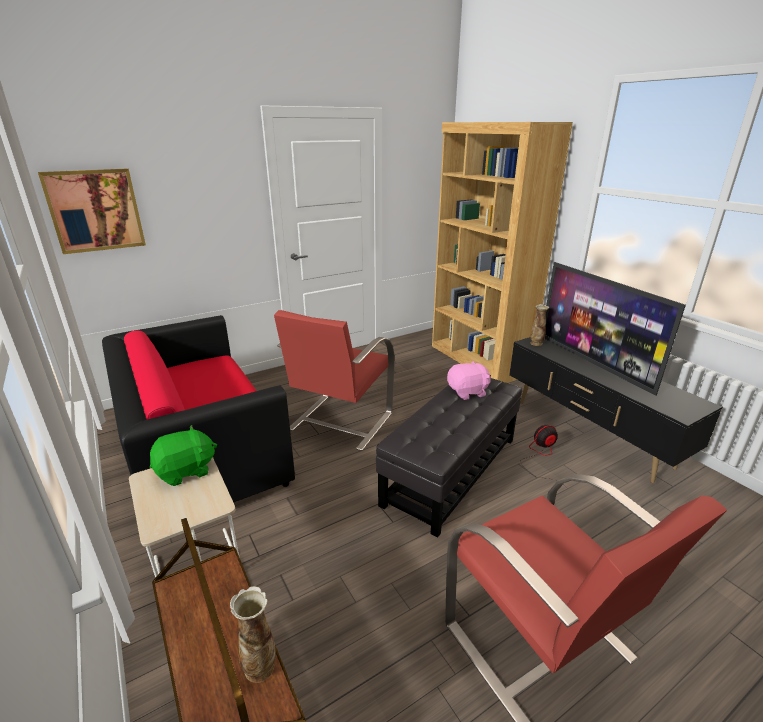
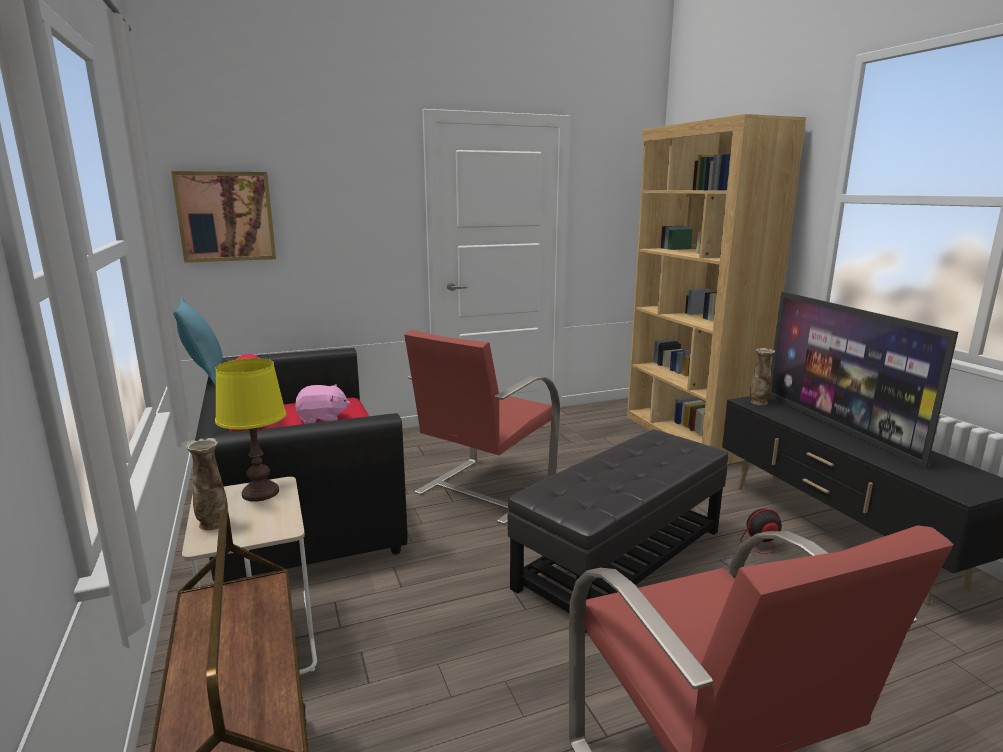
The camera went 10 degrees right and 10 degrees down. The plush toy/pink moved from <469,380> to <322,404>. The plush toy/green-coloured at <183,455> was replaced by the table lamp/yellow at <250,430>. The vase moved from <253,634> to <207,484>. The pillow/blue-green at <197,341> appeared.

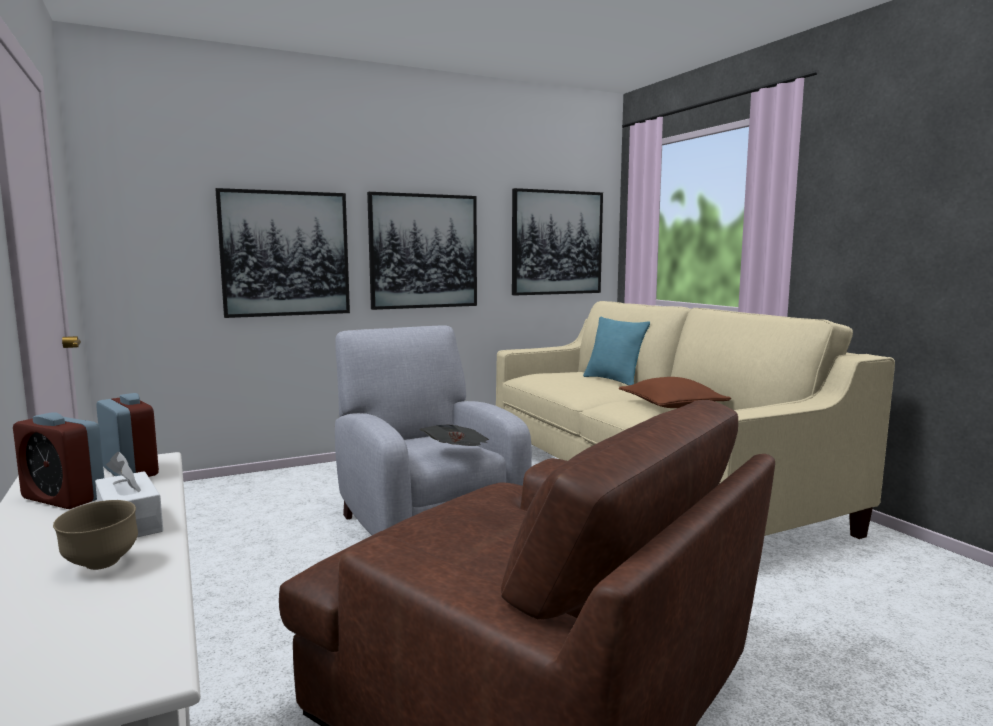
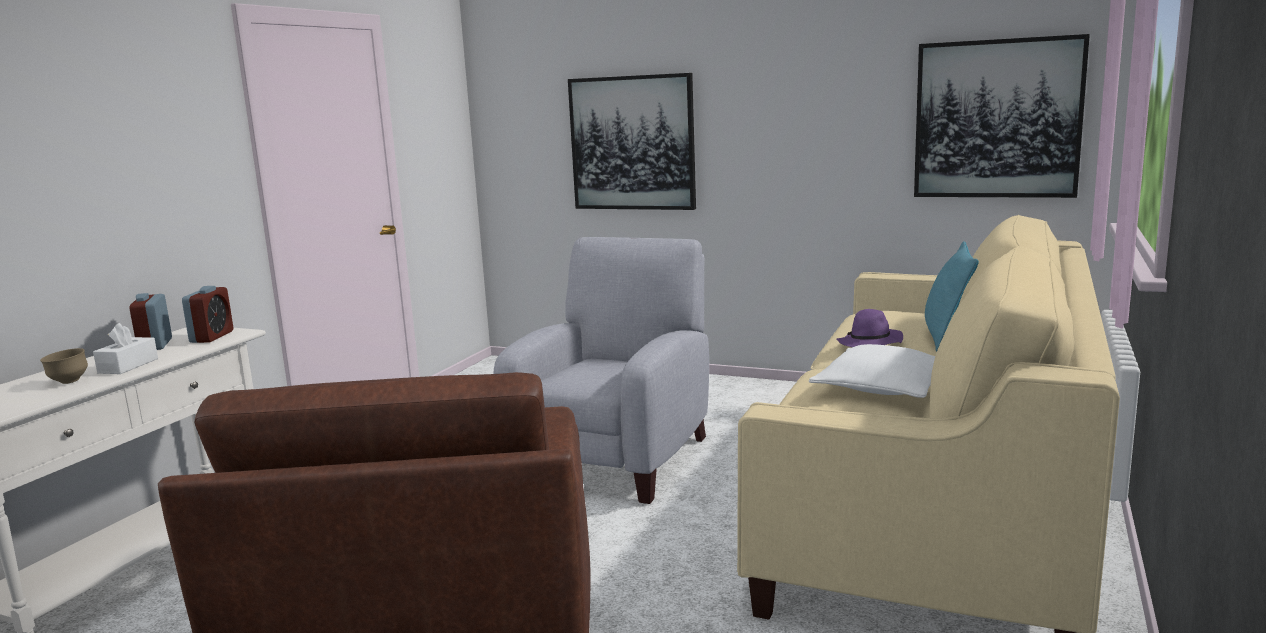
The camera went 50 degrees right and 5 degrees up. The wall picture at <422,251> disappeared. The pillow/brown-coloured at <675,392> became the pillow/white at <872,371>. The daily paper at <454,435> disappeared. The clothing hat/purple at <870,328> appeared.

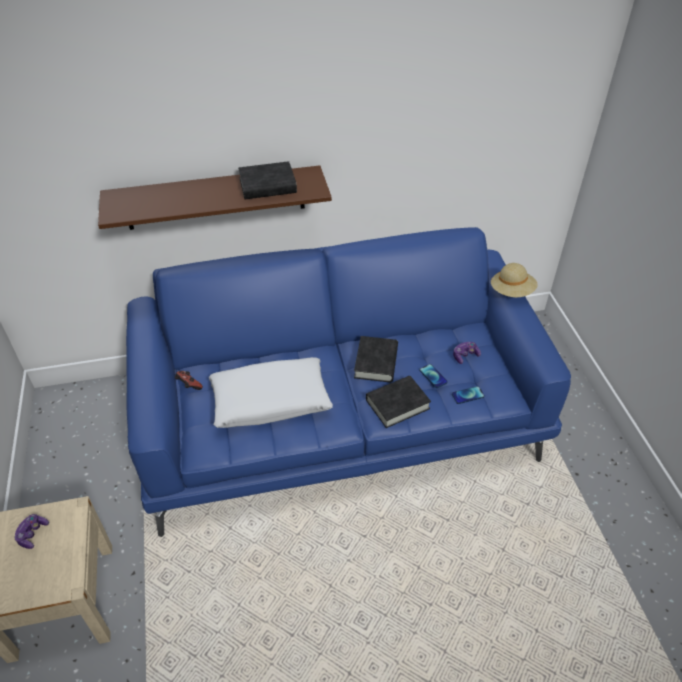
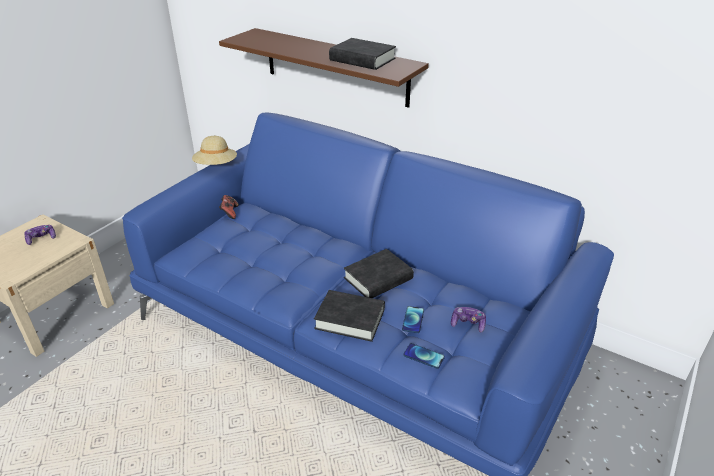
The camera went 45 degrees right and 10 degrees down. The clothing hat/beige moved from <514,280> to <214,150>. The pillow/white at <271,392> disappeared.

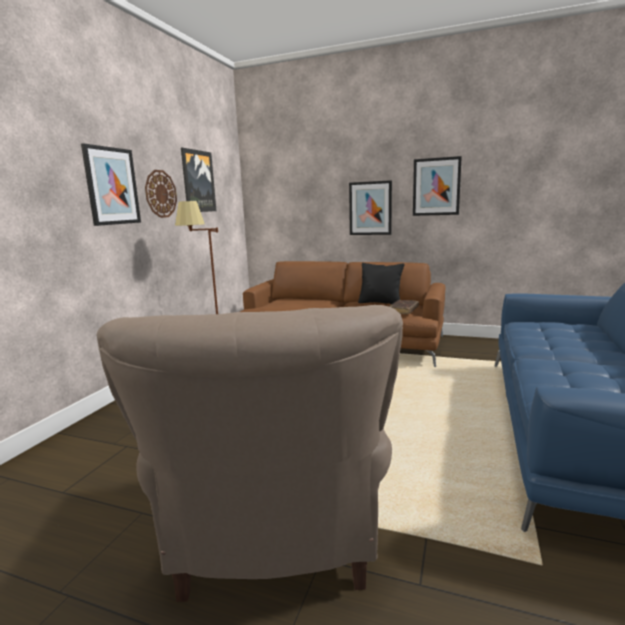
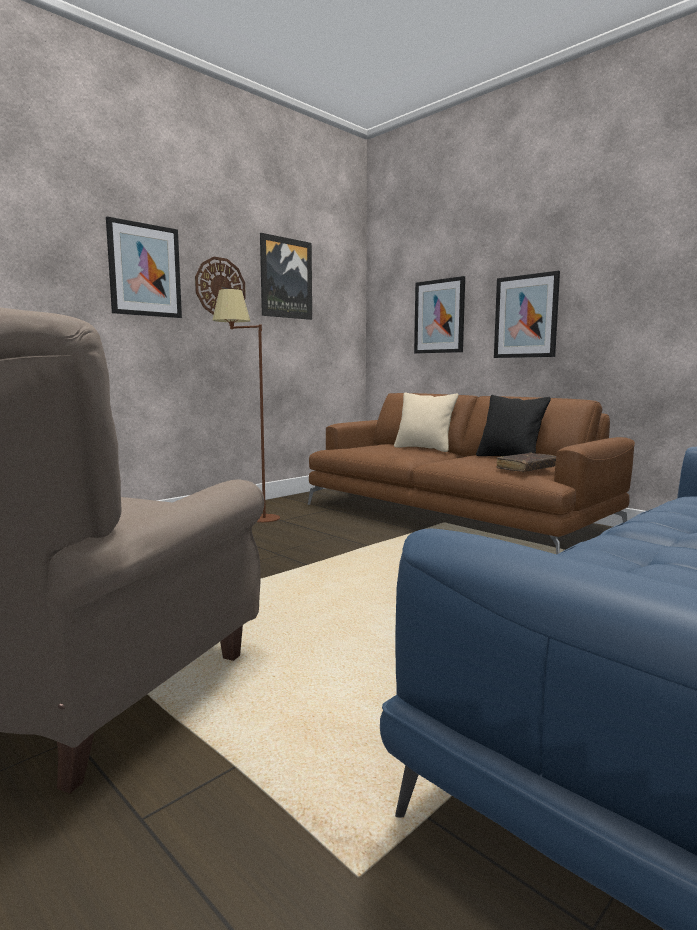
The camera went 25 degrees right and 5 degrees down. The wall picture moved from <437,186> to <439,315>. The pillow/beige at <426,422> appeared.

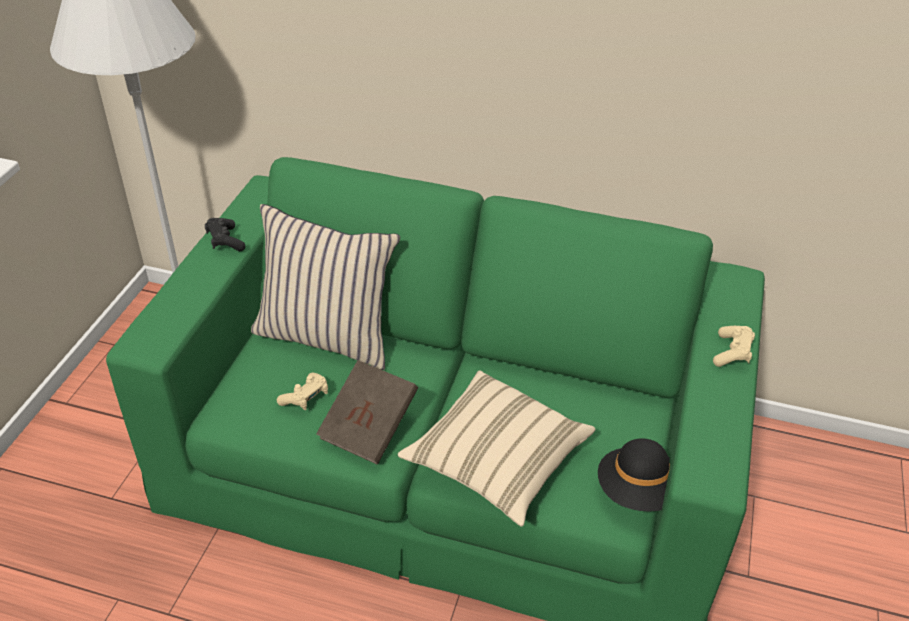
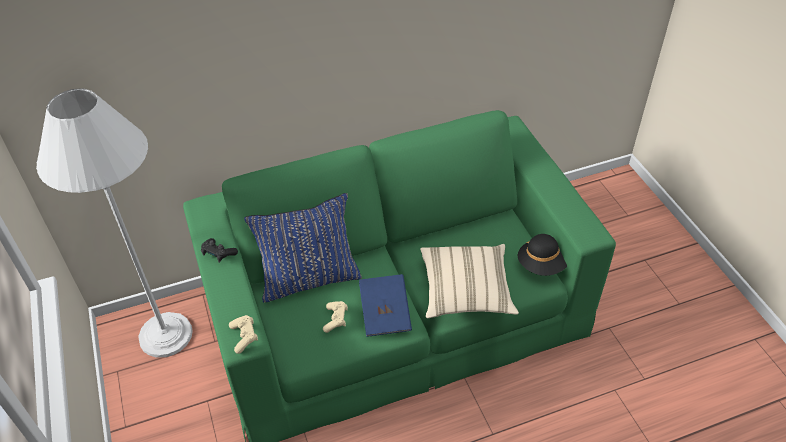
The camera went 35 degrees left and 5 degrees up. The pillow/beige at <325,287> became the pillow/blue at <303,248>. The gamepad/beige moved from <734,346> to <243,334>. The book/brown-coloured at <367,412> became the book/blue at <385,305>.

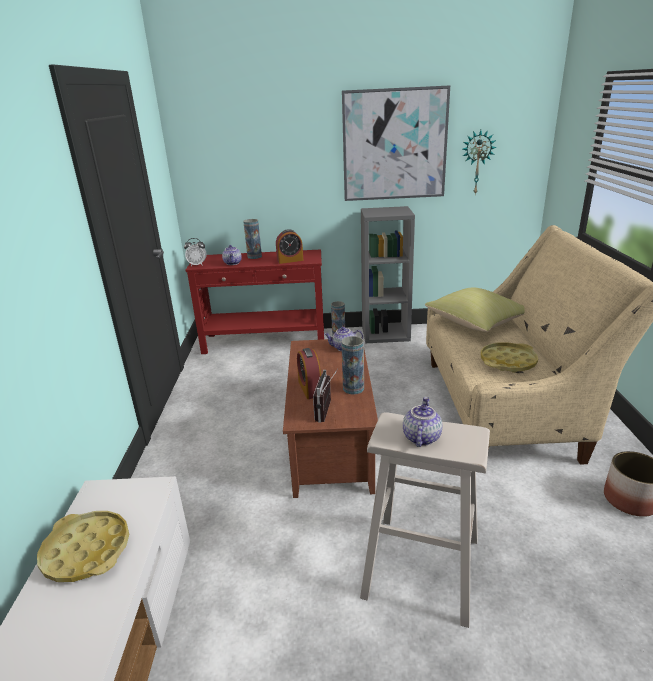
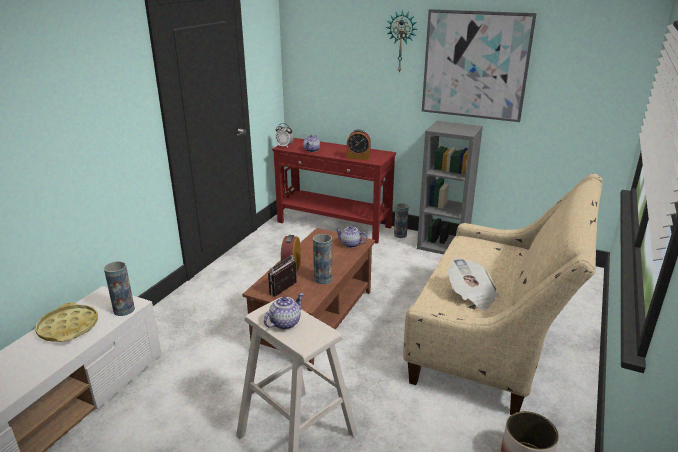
The camera went 25 degrees right and 0 degrees up. The hanging clock moved from <479,162> to <401,41>. The vase moved from <252,239> to <119,288>. The pillow/yellow at <475,310> disappeared. The tray/yellow at <509,357> was replaced by the daily paper at <473,284>.

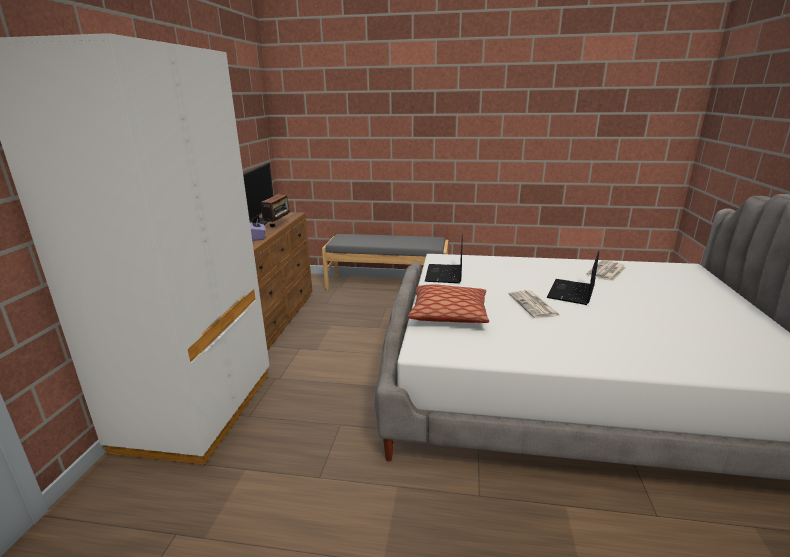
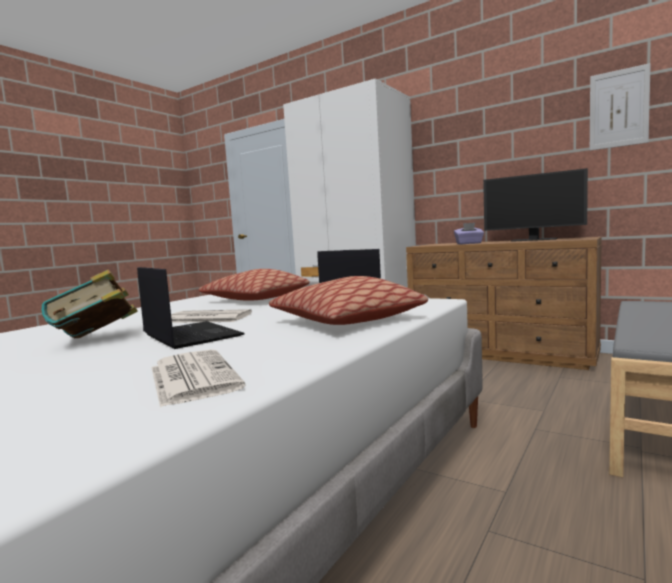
The camera went 115 degrees right and 15 degrees down. The radio at <275,210> disappeared. The wall picture at <620,107> appeared. The book at <89,304> appeared. The pillow at <348,300> appeared.

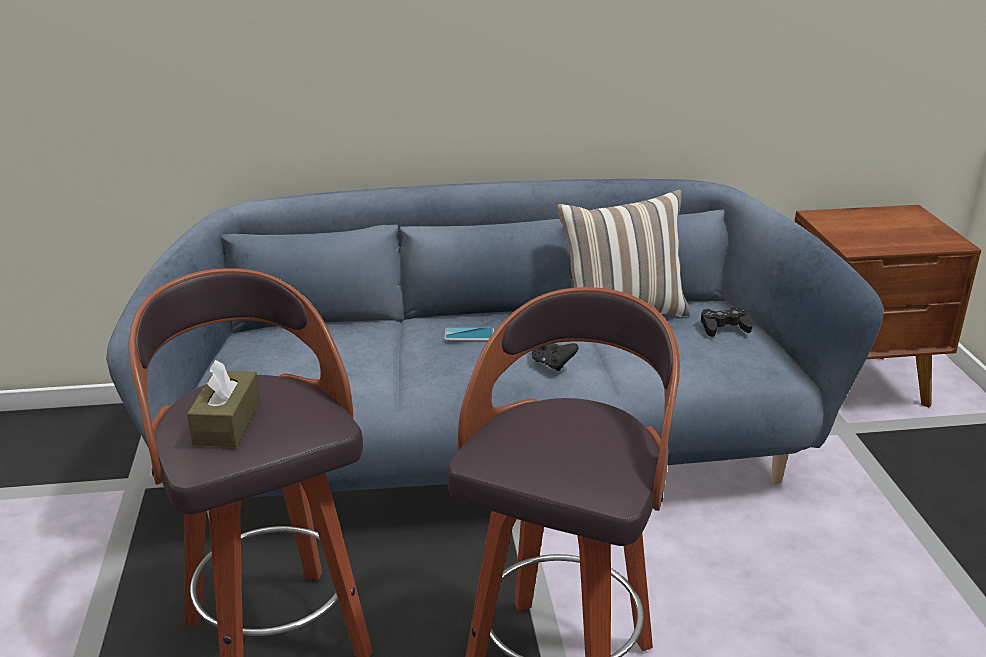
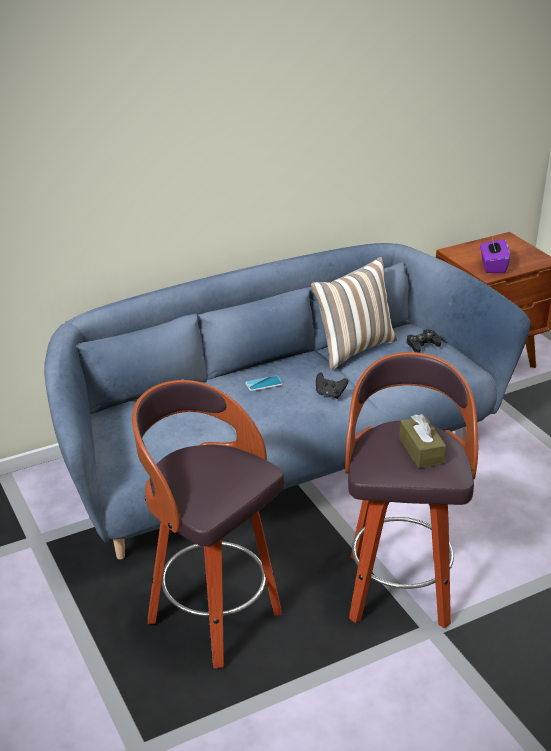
The camera went 20 degrees left and 5 degrees up. The tissue holder/brown-coloured moved from <223,403> to <422,441>. The tissue holder/purple at <495,255> appeared.

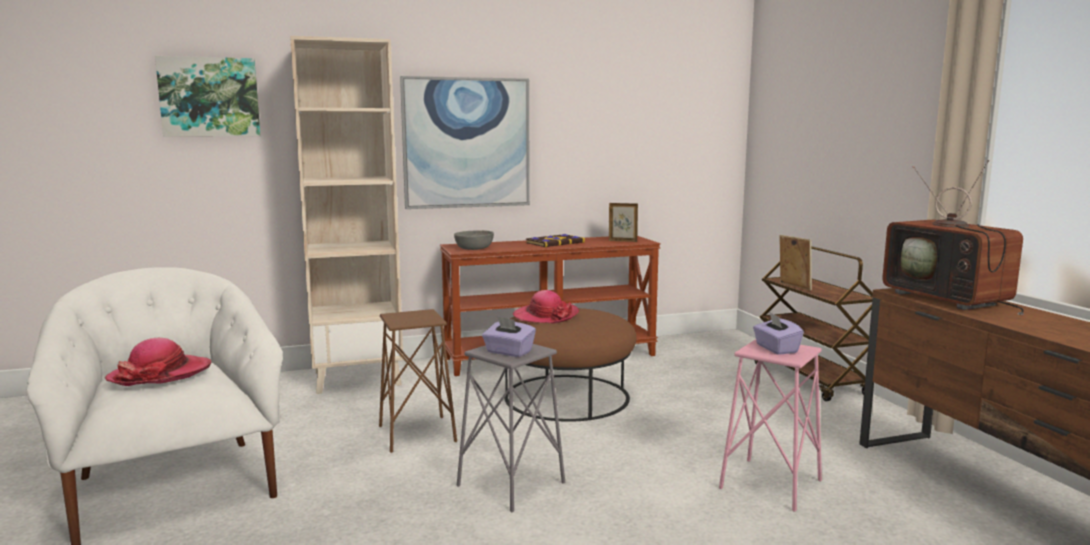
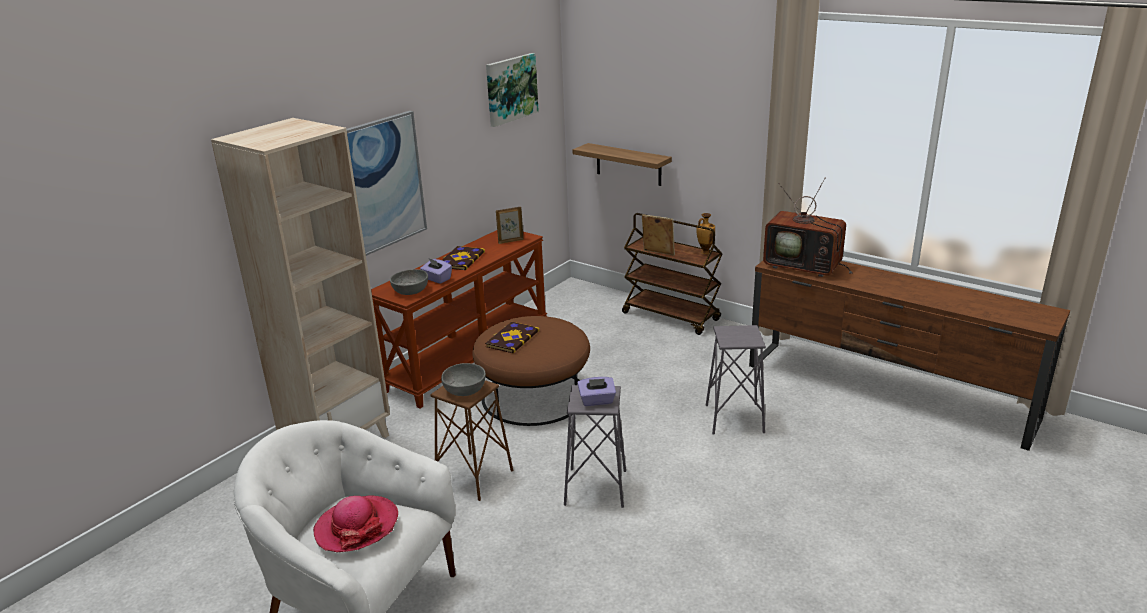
The camera went 35 degrees left and 15 degrees up. The wall picture moved from <208,96> to <512,90>. The clothing hat at <546,306> was replaced by the book at <512,337>. The tissue holder/purple moved from <778,333> to <436,271>. The stool/pink at <770,425> became the stool/gray at <736,379>. The wall shelf at <622,164> appeared. The vase at <705,233> appeared. The serving bowl/gray at <463,379> appeared.

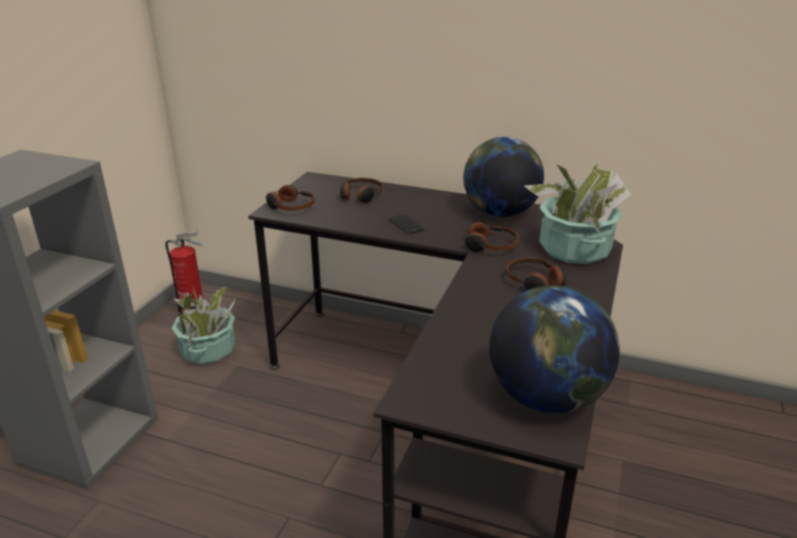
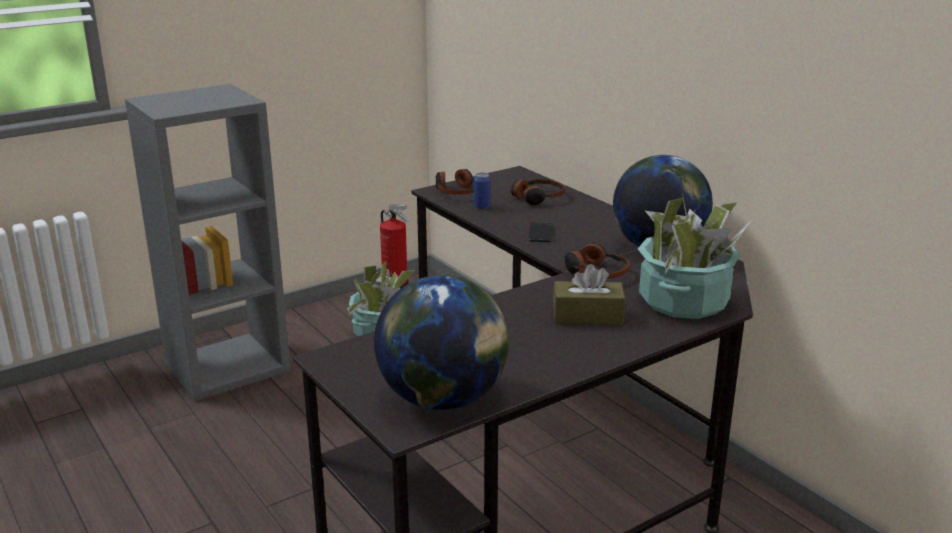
The camera went 35 degrees right and 5 degrees down. The headset at <536,273> was replaced by the tissue holder/brown-coloured at <589,294>. The can at <482,190> appeared.

